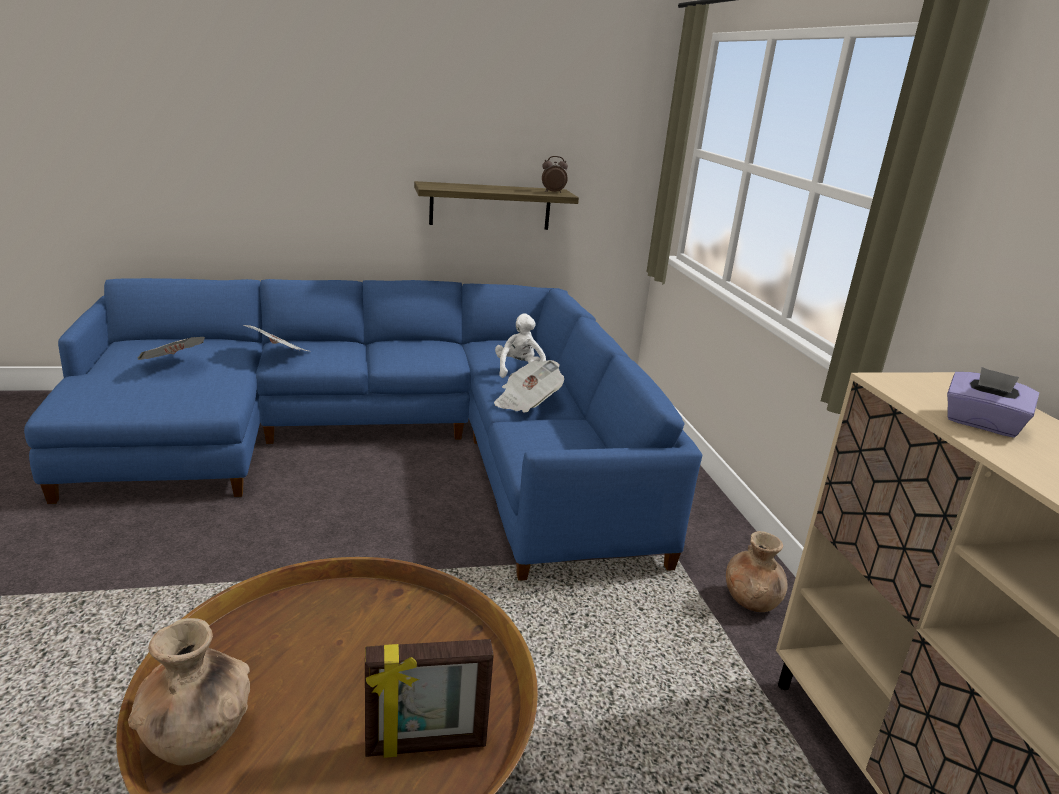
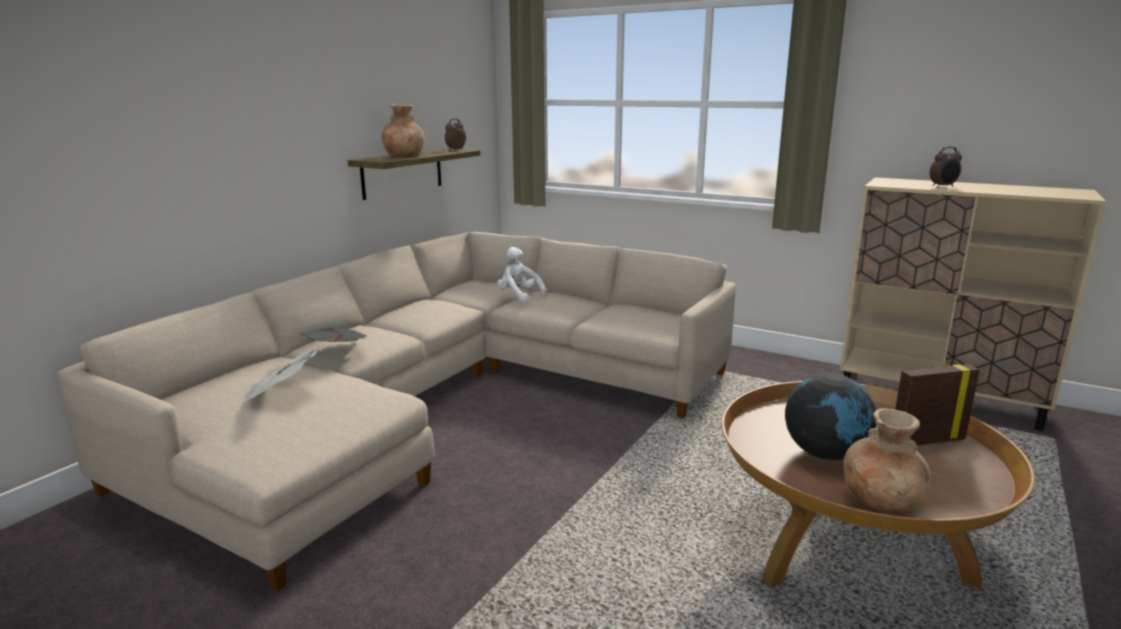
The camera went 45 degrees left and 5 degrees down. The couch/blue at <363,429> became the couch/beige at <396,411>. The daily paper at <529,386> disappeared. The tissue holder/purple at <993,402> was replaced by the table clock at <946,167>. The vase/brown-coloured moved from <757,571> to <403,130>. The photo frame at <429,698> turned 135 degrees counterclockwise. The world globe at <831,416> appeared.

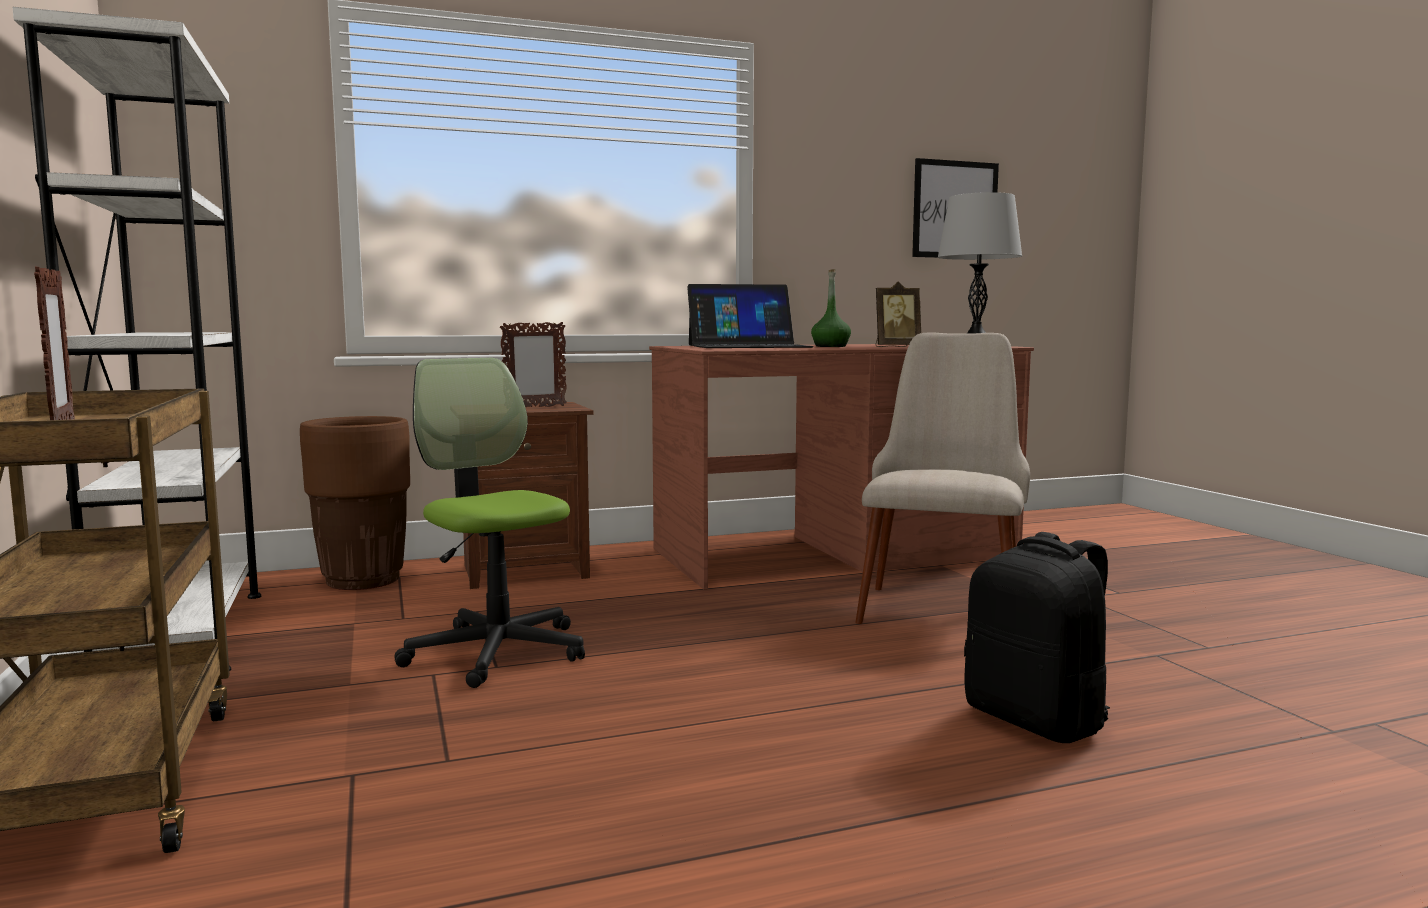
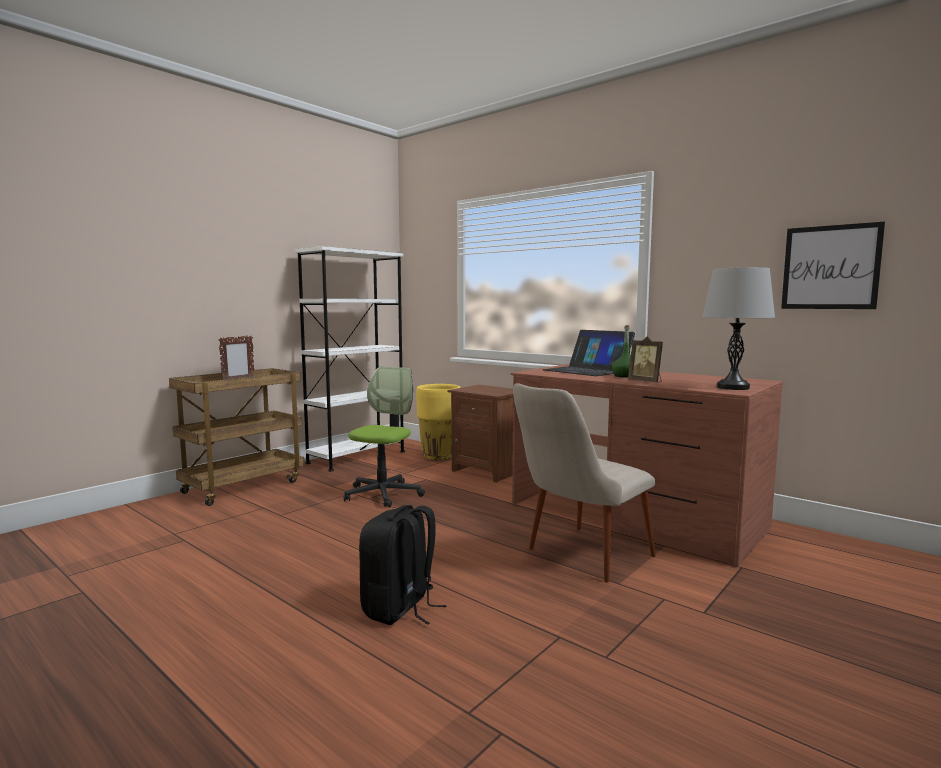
The camera went 60 degrees right and 0 degrees up. The photo frame at <533,364> disappeared. The plain chair/beige at <942,478> turned 150 degrees clockwise. The plant pot/brown-coloured at <355,503> became the plant pot/yellow at <438,422>.

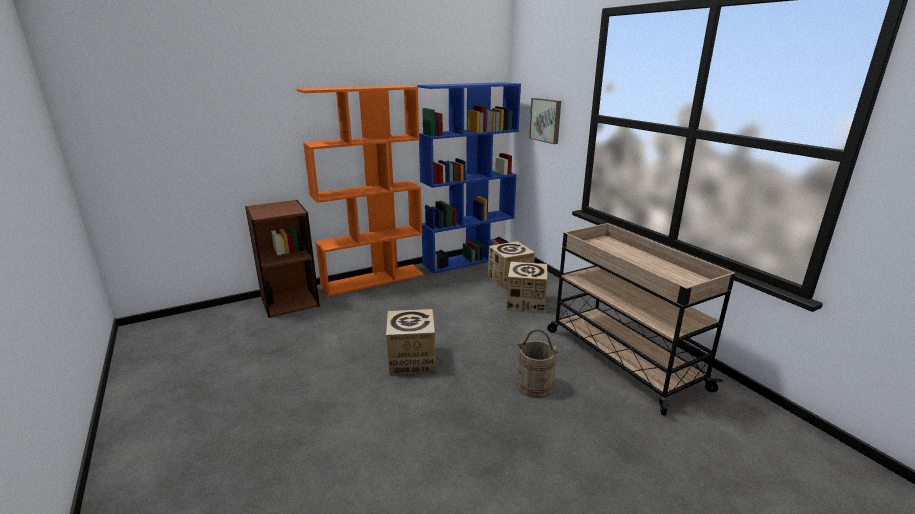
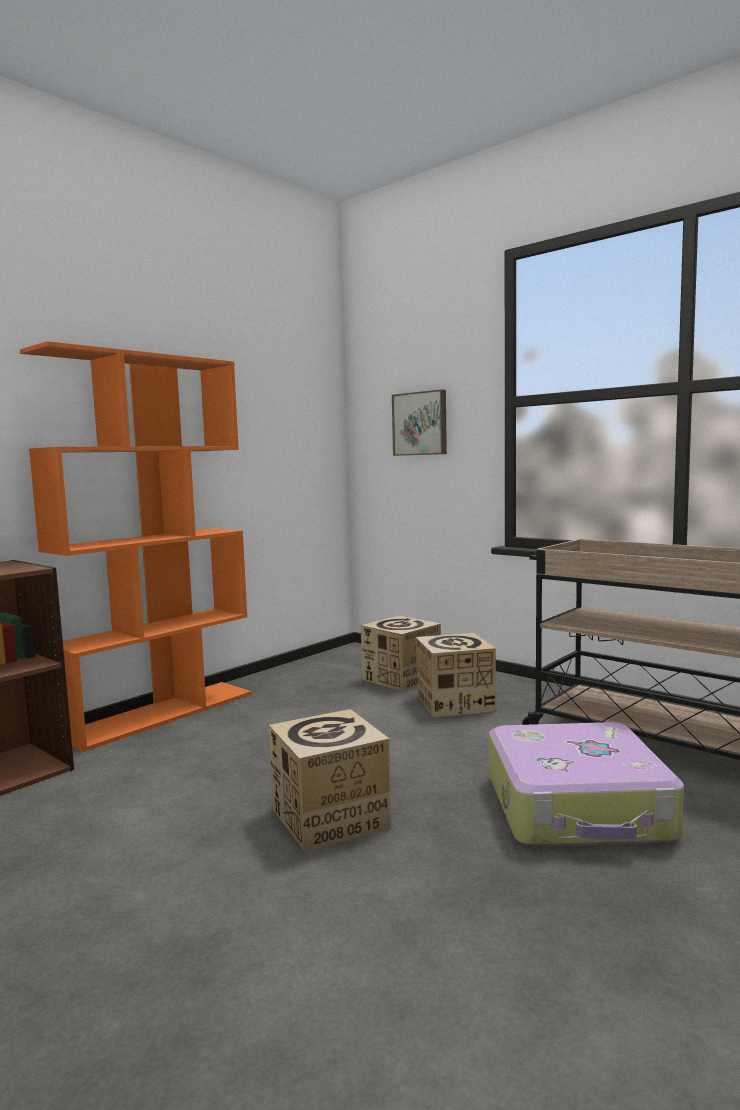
The camera went 20 degrees left and 15 degrees down. The bookcase/blue at <469,178> disappeared. The bucket/beige at <537,363> was replaced by the travel case at <586,784>.

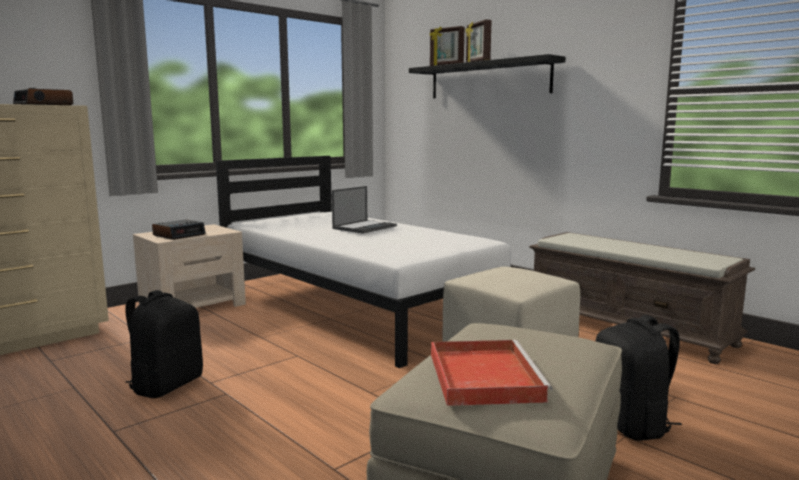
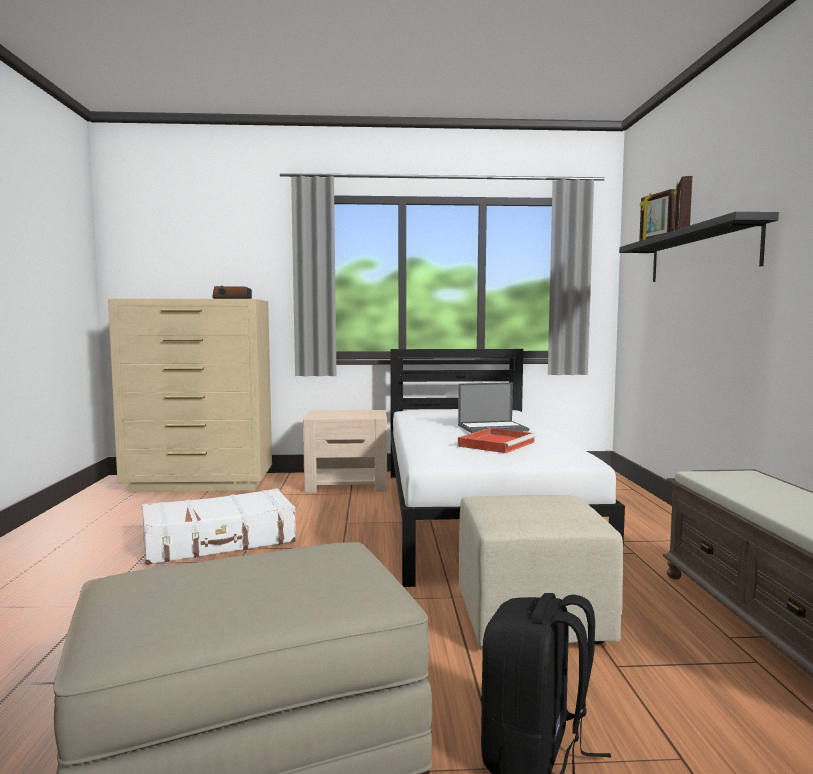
The camera went 40 degrees right and 5 degrees down. The table clock at <178,229> disappeared. The rucksack/black-coloured at <164,344> was replaced by the travel case/white at <219,526>. The tray/red moved from <491,373> to <497,440>.

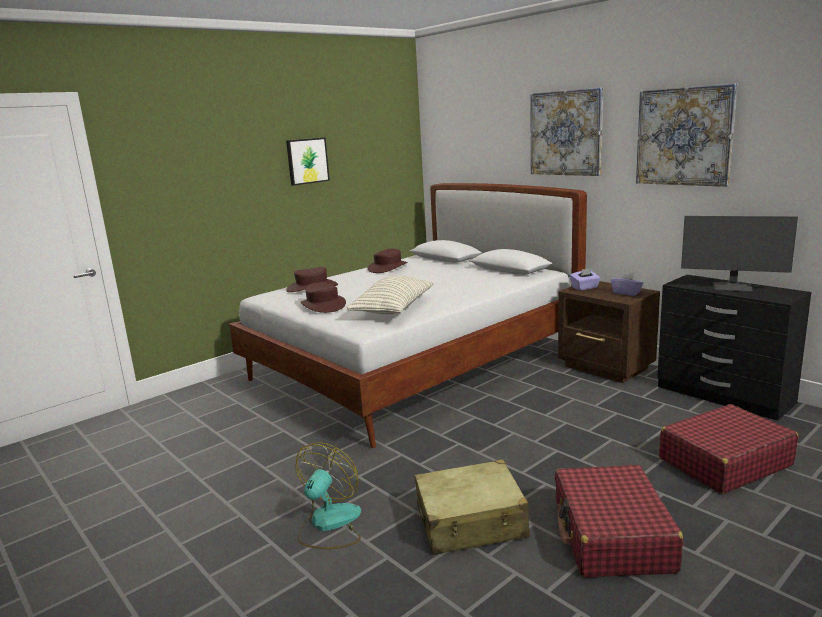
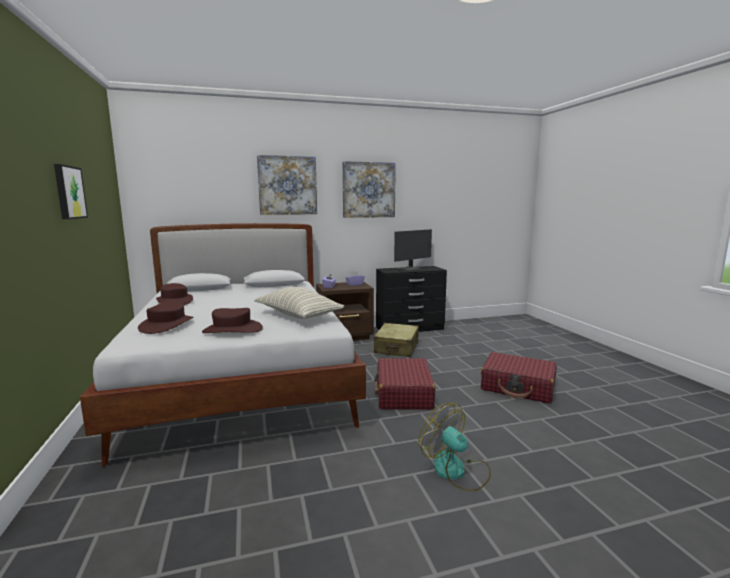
The camera went 65 degrees left and 5 degrees down. The travel case/red moved from <728,449> to <405,384>. The travel case/beige moved from <472,507> to <396,340>.

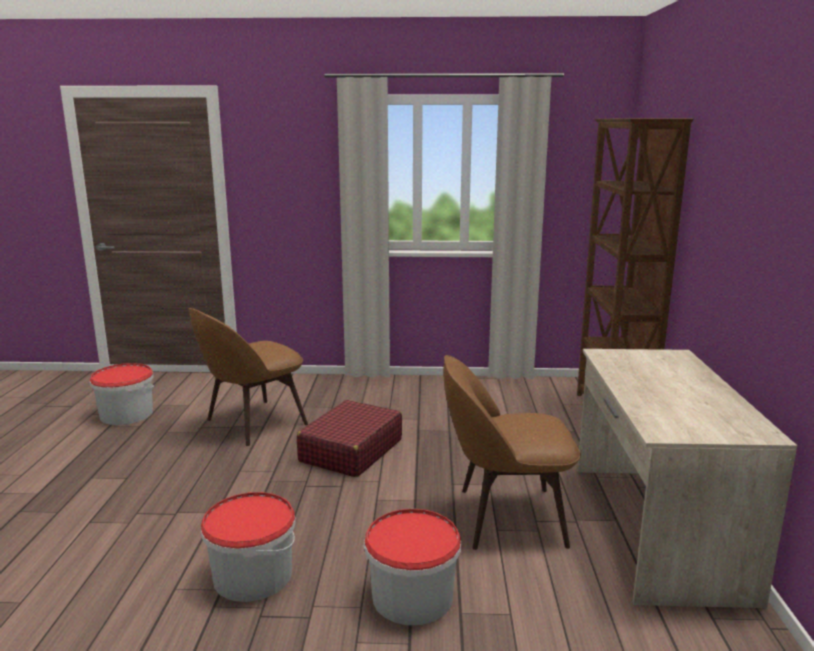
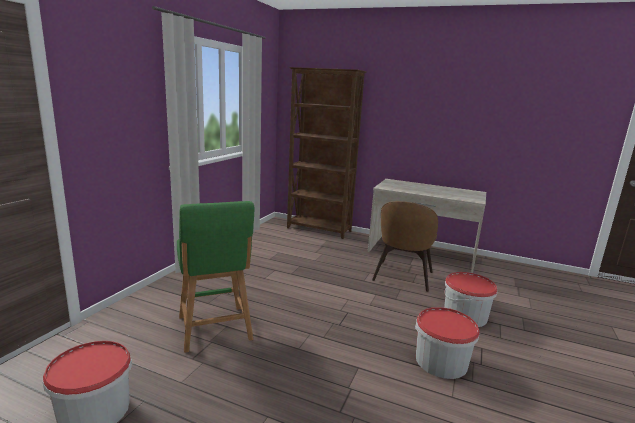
The camera went 70 degrees left and 0 degrees up. The plain chair/brown-coloured at <248,377> was replaced by the stool/green-coloured at <216,277>. The travel case/red at <349,438> disappeared.

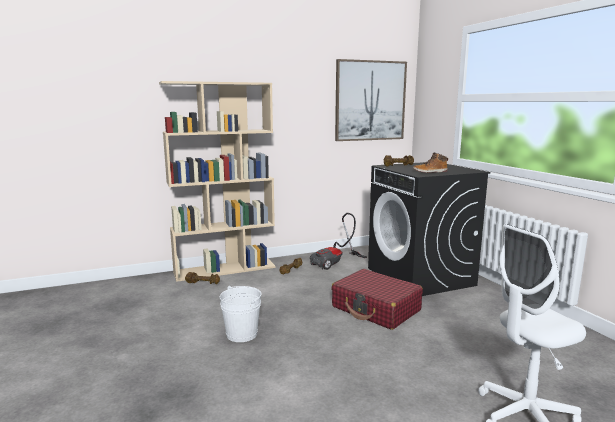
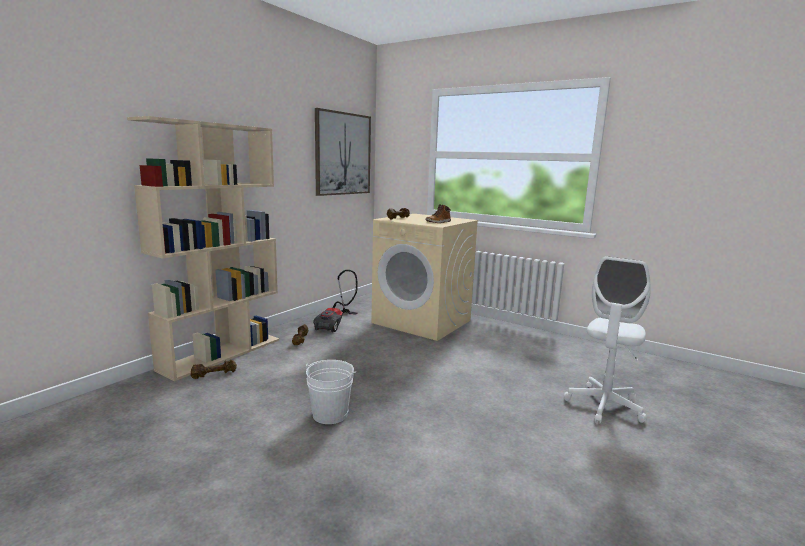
The camera went 35 degrees left and 0 degrees up. The laundry appliance/black-coloured at <429,229> became the laundry appliance/beige at <425,277>. The travel case/red at <377,299> disappeared.

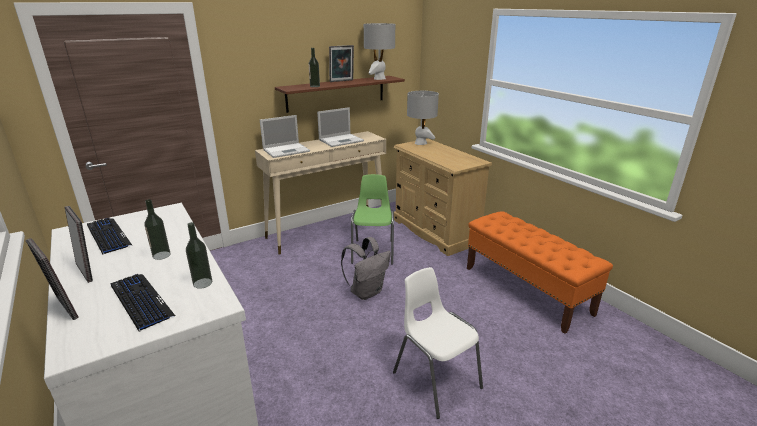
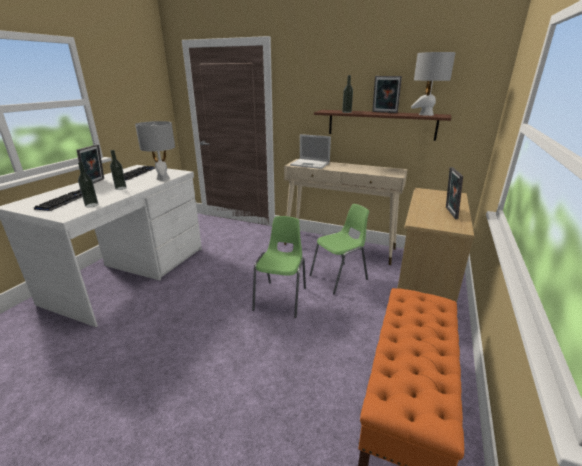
The camera went 55 degrees right and 0 degrees up. The table lamp/gray moved from <423,118> to <155,151>. The notebook computer at <340,127> disappeared. The rucksack/gray at <366,268> was replaced by the plain chair/green-coloured at <279,267>. The photo frame moved from <52,279> to <454,193>. The plain chair/white at <438,343> disappeared.

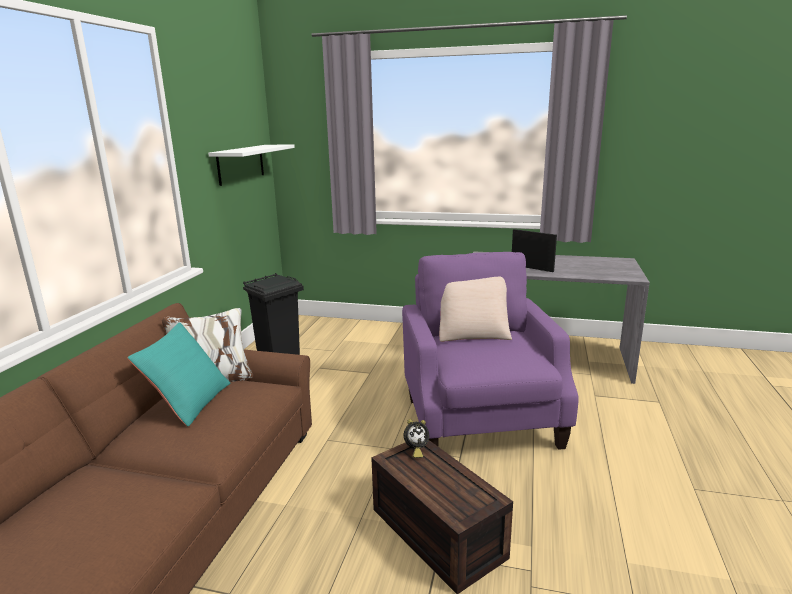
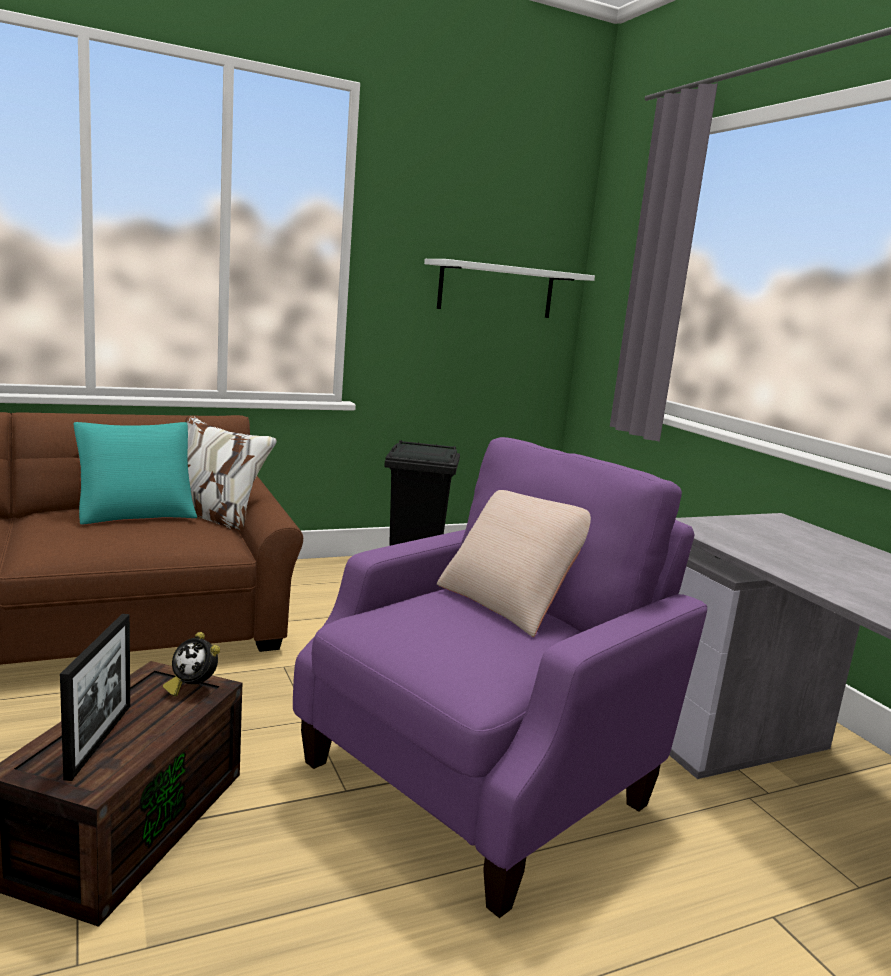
The camera went 50 degrees right and 5 degrees down. The photo frame moved from <534,250> to <95,697>.

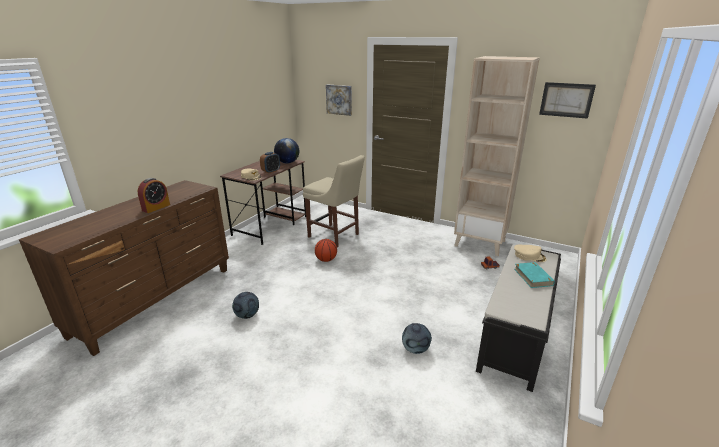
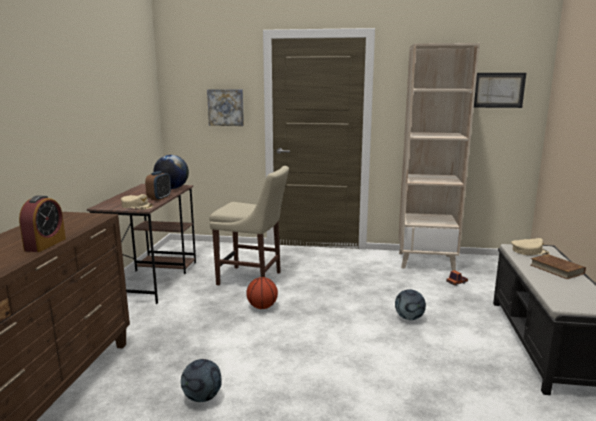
The camera went 20 degrees left and 10 degrees down. The book/blue-green at <534,275> became the book/brown-coloured at <558,266>. The ball for football moved from <417,338> to <410,304>.

